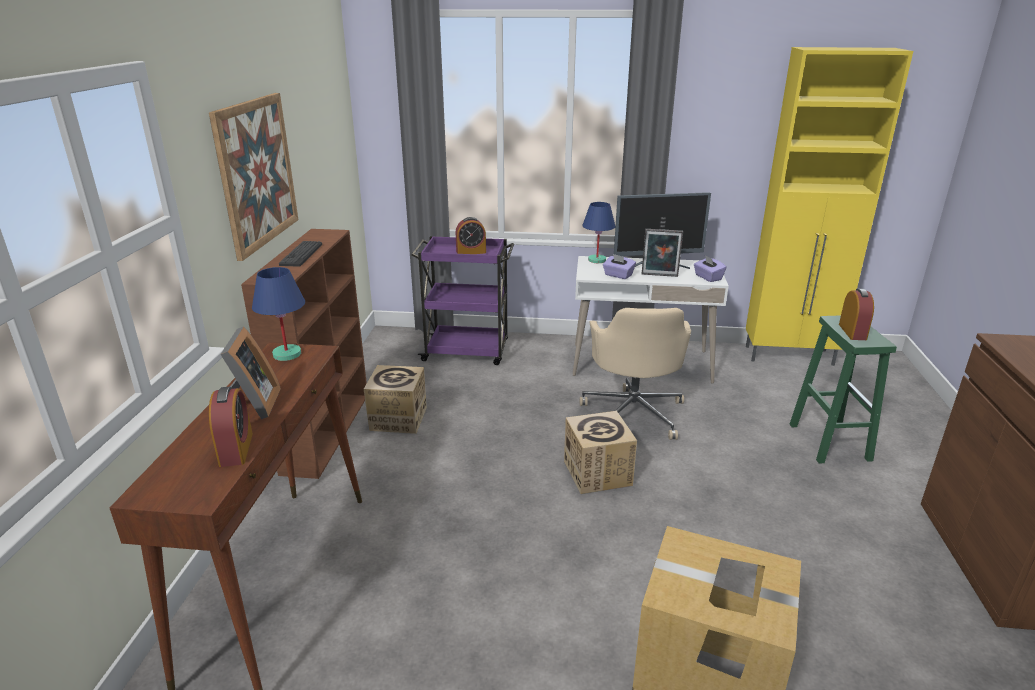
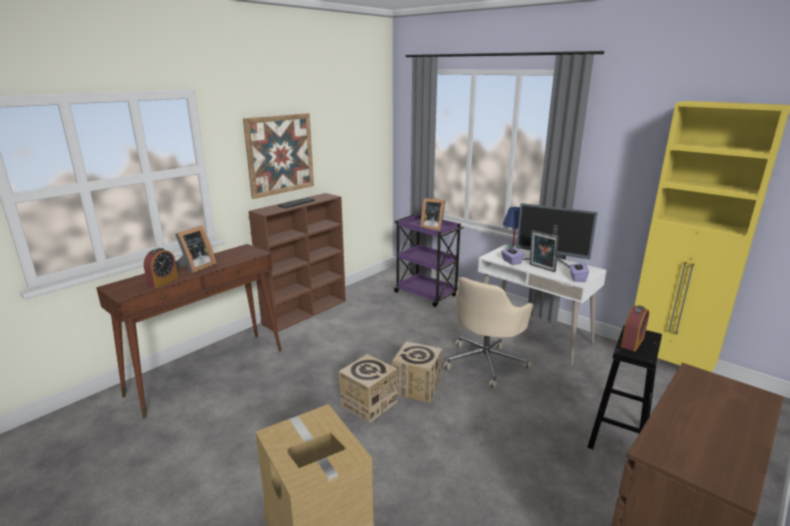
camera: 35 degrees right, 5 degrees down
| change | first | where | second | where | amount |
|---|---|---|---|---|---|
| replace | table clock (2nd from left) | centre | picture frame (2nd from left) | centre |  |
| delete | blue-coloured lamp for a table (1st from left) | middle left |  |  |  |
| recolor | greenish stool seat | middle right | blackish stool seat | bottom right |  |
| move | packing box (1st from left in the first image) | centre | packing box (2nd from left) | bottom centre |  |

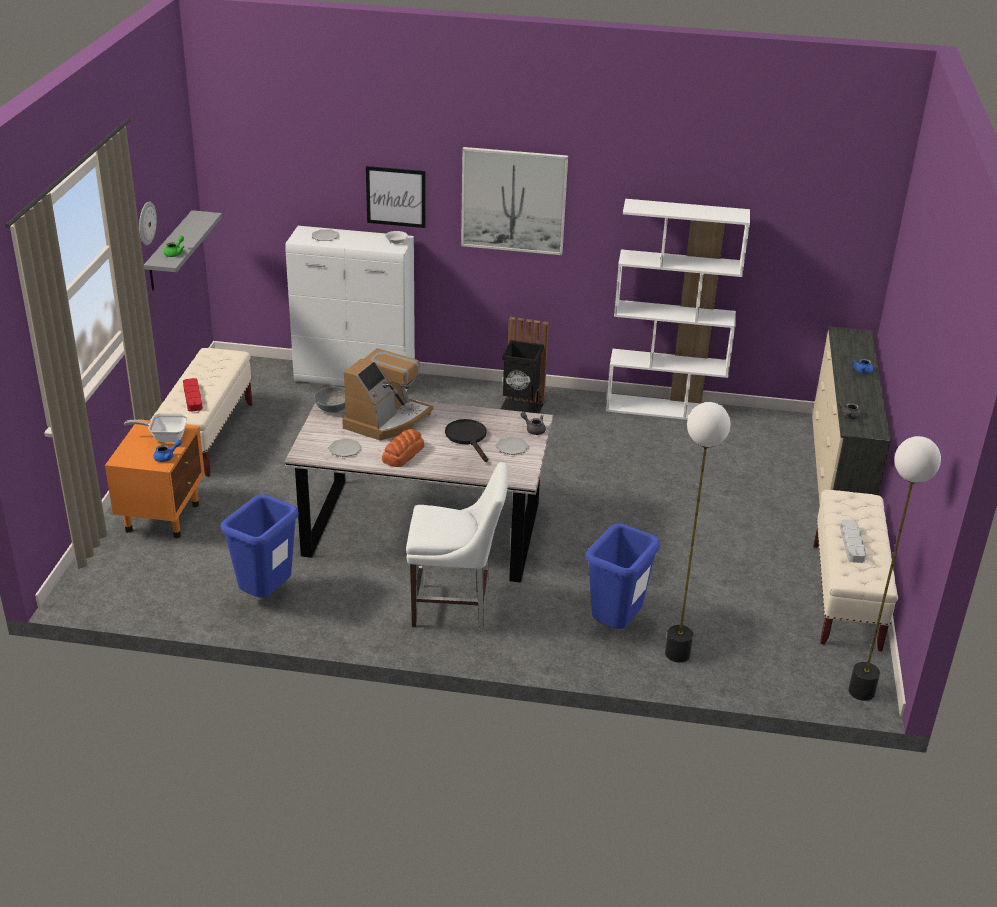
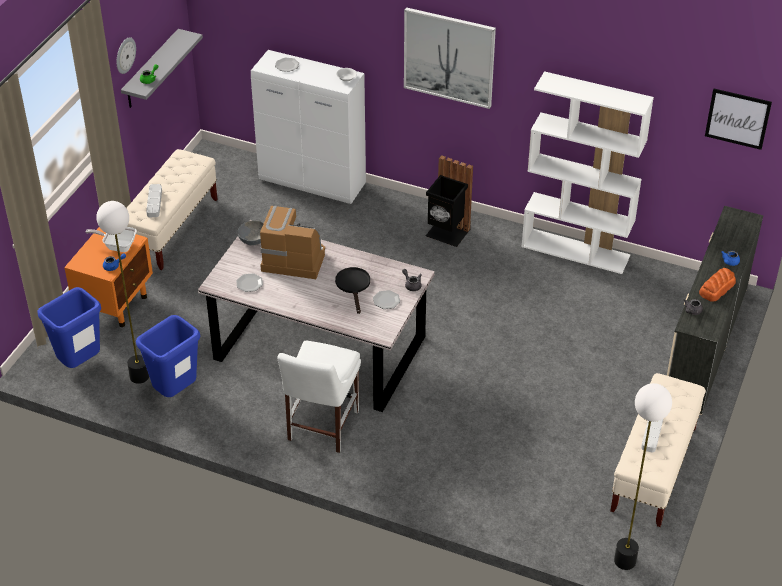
camera: 15 degrees right, 10 degrees up
| change | first | where | second | where | amount |
|---|---|---|---|---|---|
| move | wall art (1st from left in the first image) | top centre | wall art (2nd from left) | top right |  |
| rotate | coffee brewer | centre |  | centre | 120 degrees counterclockwise |
| recolor | red-coloured serving tray | middle left | gray serving tray (1st from left) | middle left |  |
| move | standard lamp (1st from left) | middle right |  | middle left |  |
| move | bread | centre |  | middle right |  |
| rotate | white plain chair | centre |  | bottom centre | 90 degrees clockwise |
| move | blue-coloured trash can (2nd from left in the first image) | centre | blue-coloured trash can (1st from left) | middle left |  |

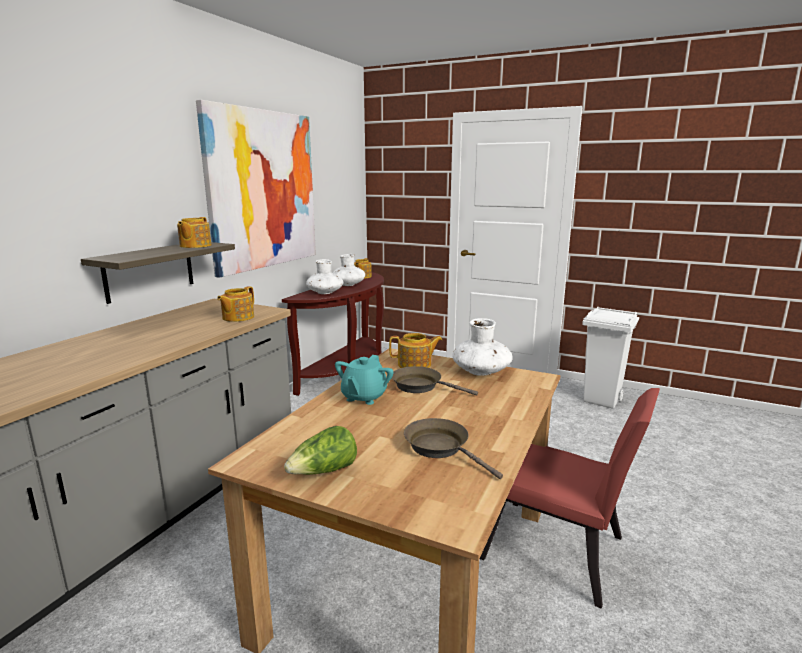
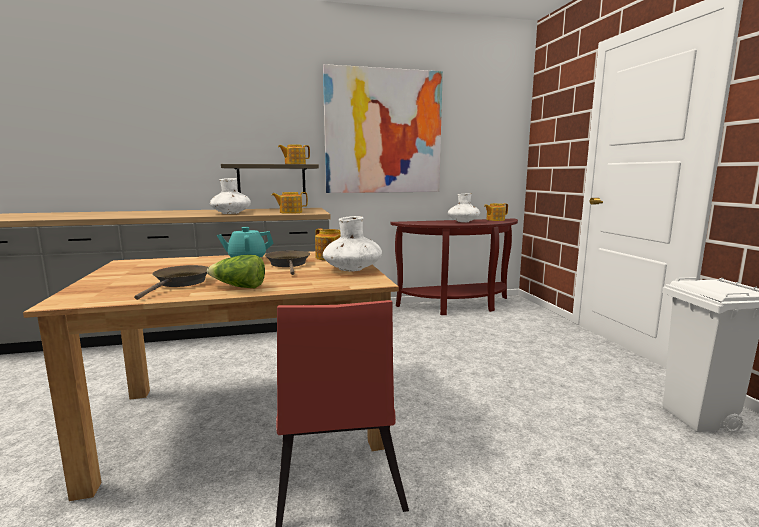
camera: 50 degrees right, 5 degrees down
| change | first | where | second | where | amount |
|---|---|---|---|---|---|
| move | white decorative vase (1st from left) | centre |  | middle left |  |
| move | head of lettuce | bottom centre |  | middle left |  |

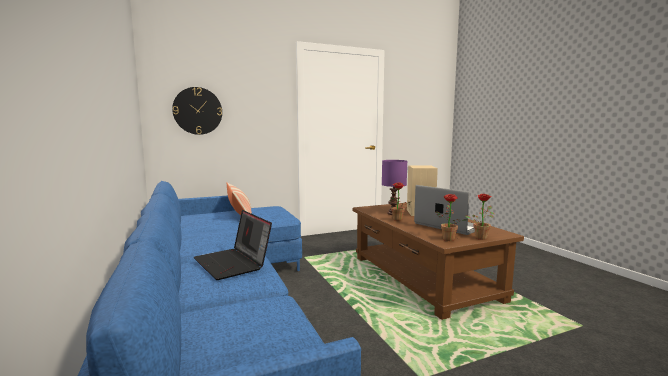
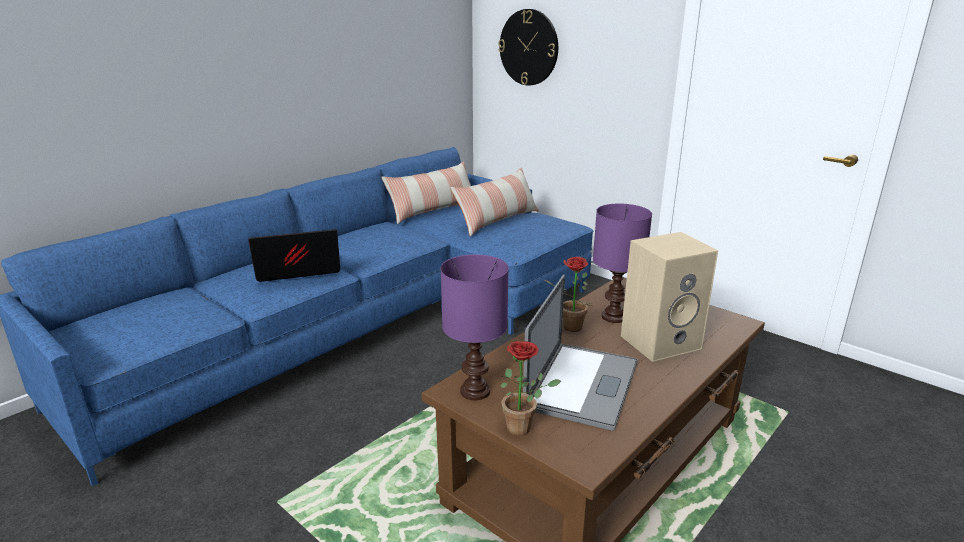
camera: 65 degrees right, 15 degrees up
| change | first | where | second | where | amount |
|---|---|---|---|---|---|
| replace | plant in a pot (2nd from left) | middle right | purple-coloured lamp for a table (1st from left) | centre |  |
| rotate | notebook computer (1st from left) | centre |  | middle left | 45 degrees clockwise |
| insert |  |  | throw pillow (1st from left) | centre |  |

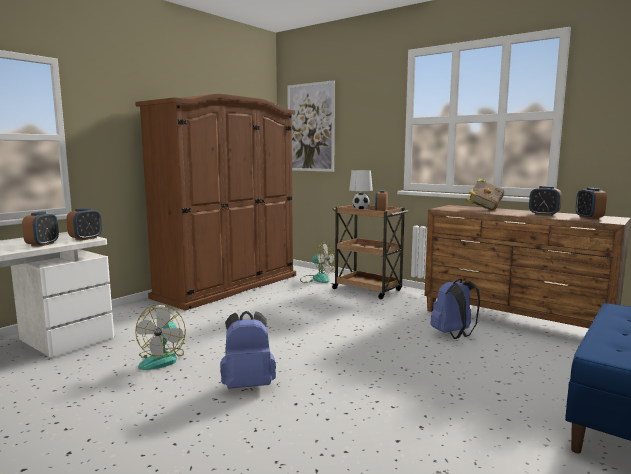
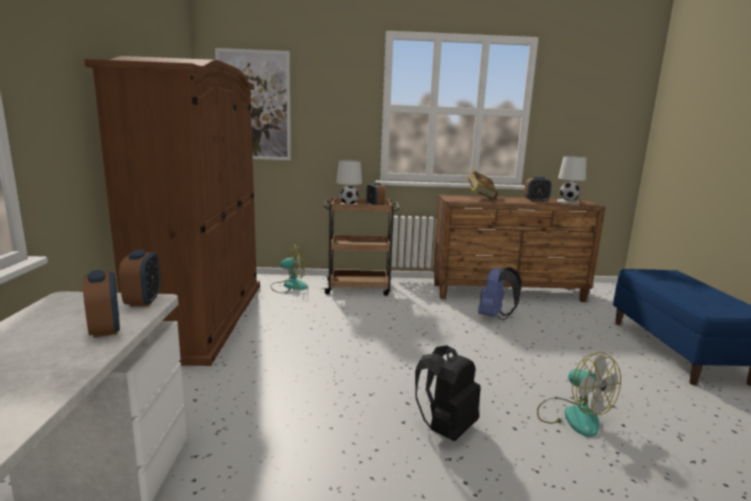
camera: 40 degrees left, 5 degrees up
| change | first | where | second | where | amount |
|---|---|---|---|---|---|
| replace | table clock (5th from left) | middle right | white lamp for a table (2nd from left) | middle right |  |
| move | fan (1st from left in the first image) | bottom left | fan (2nd from left) | bottom right |  |
| recolor | blue-coloured rucksack (1st from left) | bottom centre | blackish rucksack | bottom centre |  |

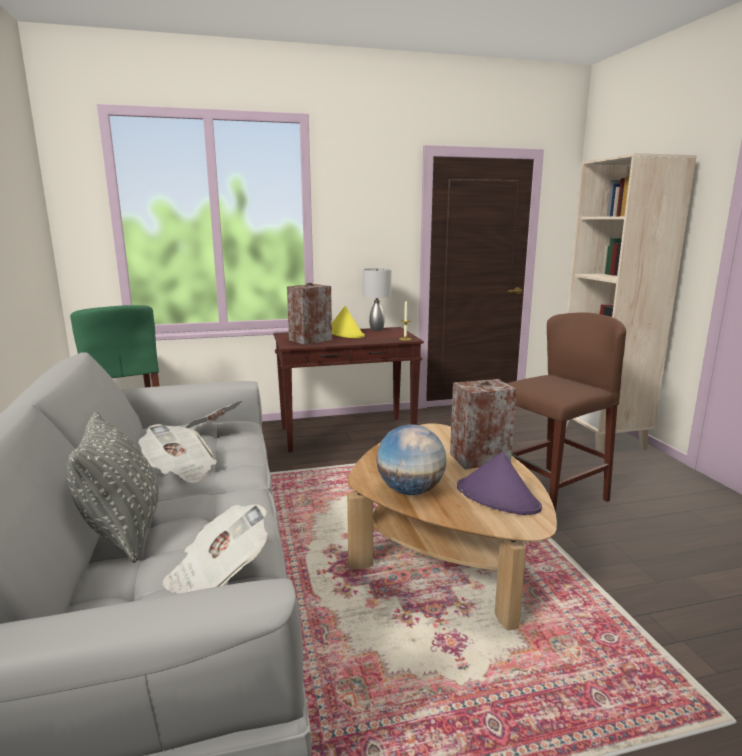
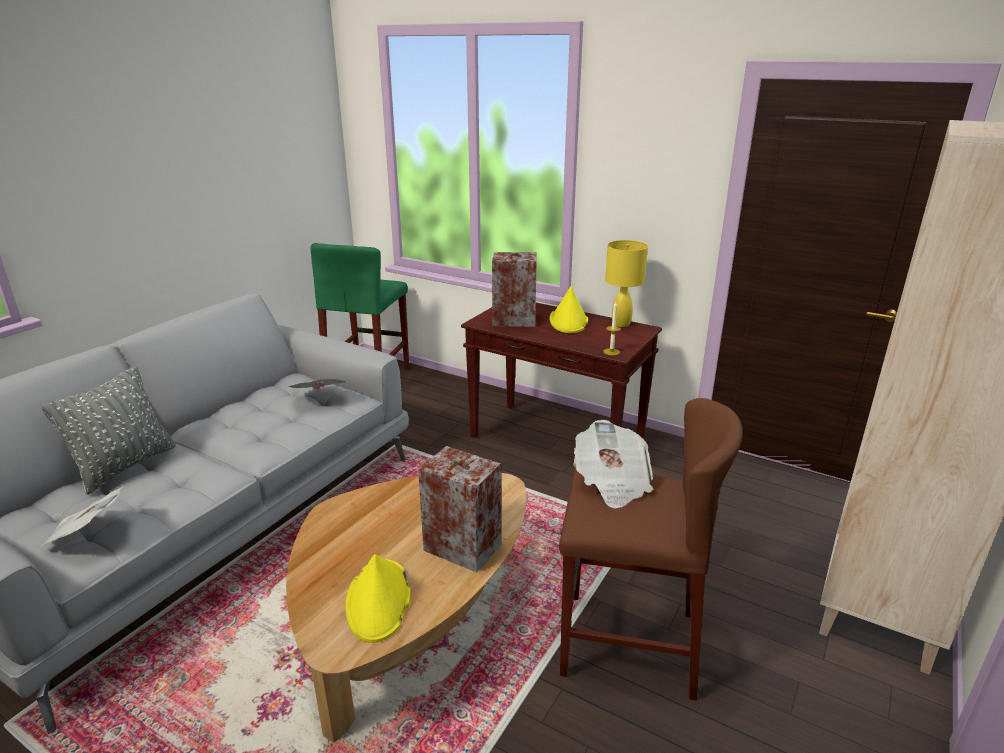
camera: 45 degrees right, 10 degrees up
| change | first | where | second | where | amount |
|---|---|---|---|---|---|
| recolor | gray lamp for a table | centre | yellowish lamp for a table | centre |  |
| move | printed paper (1st from left in the first image) | middle left | printed paper (3rd from left) | centre |  |
| delete | globe | centre |  |  |  |
| recolor | purple-coloured wearable hat | middle right | yellowish wearable hat (1st from left) | bottom centre |  |

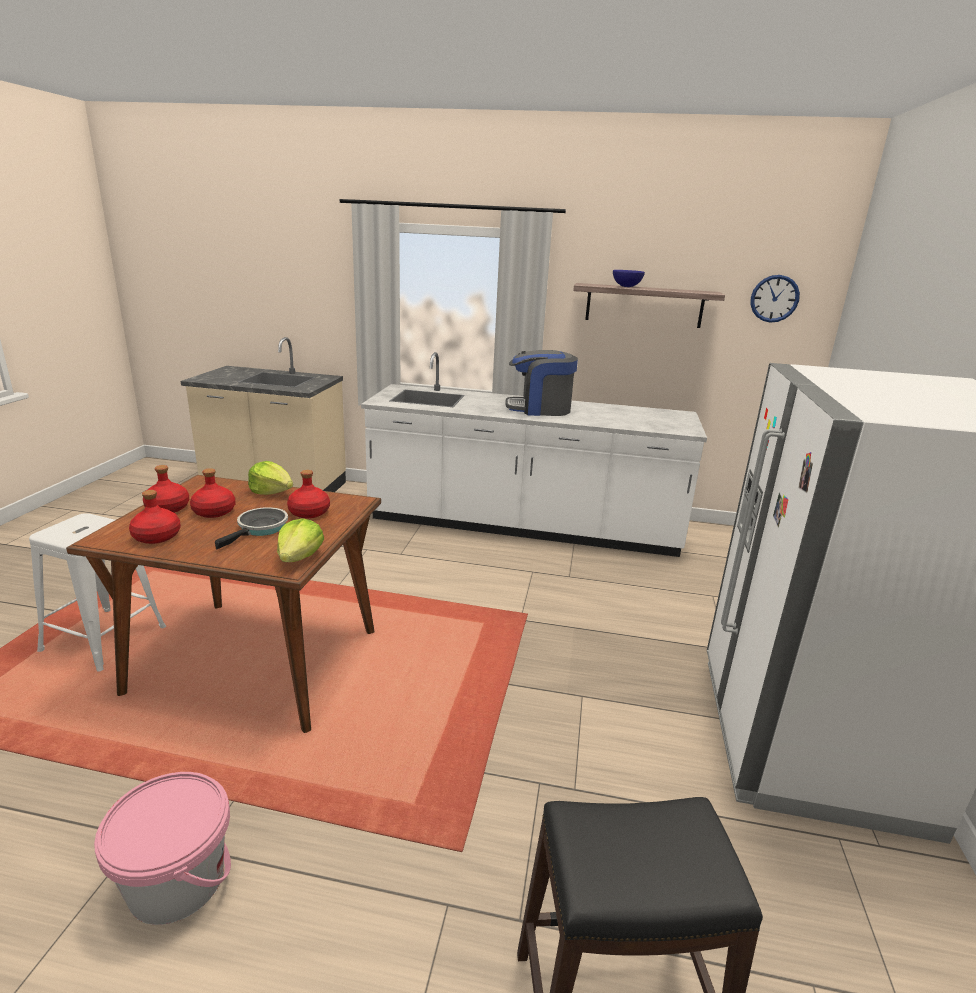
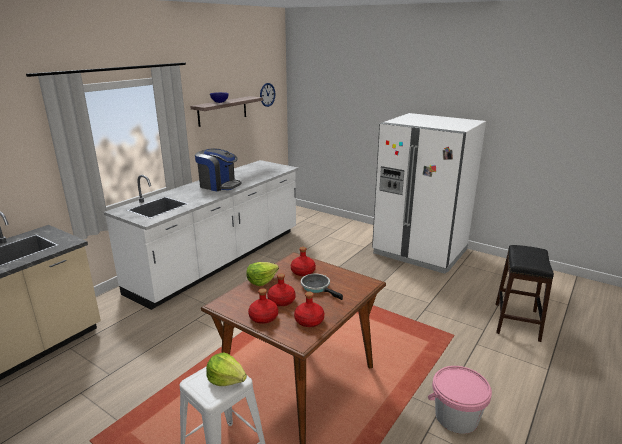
camera: 65 degrees left, 0 degrees up
| change | first | where | second | where | amount |
|---|---|---|---|---|---|
| rotate | coffee brewer | centre |  | centre | 90 degrees counterclockwise |
| move | head of lettuce (2nd from left in the first image) | middle left | head of lettuce (1st from left) | bottom centre |  |

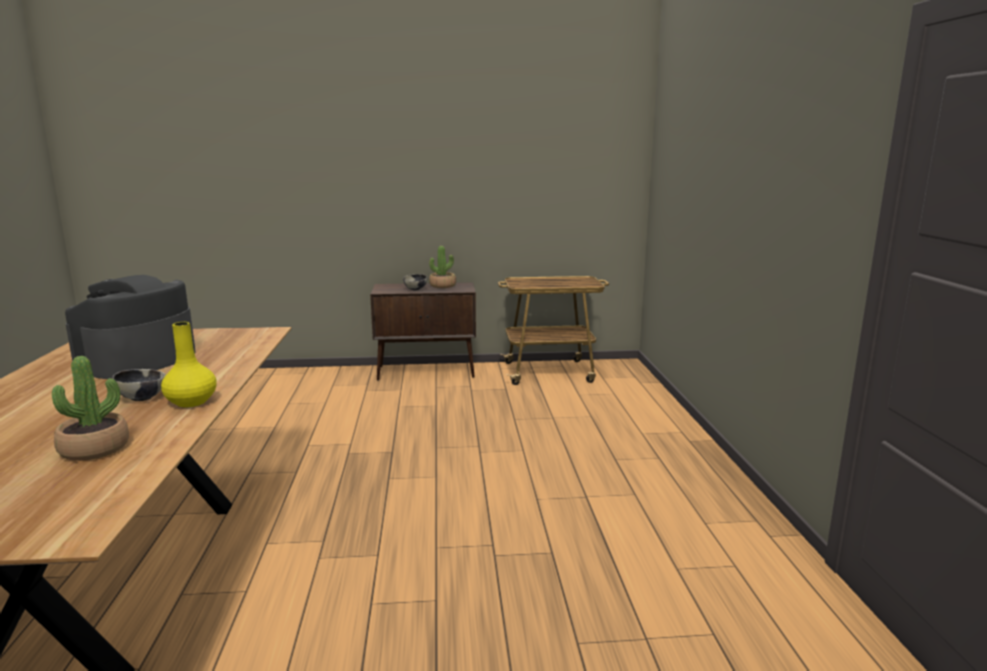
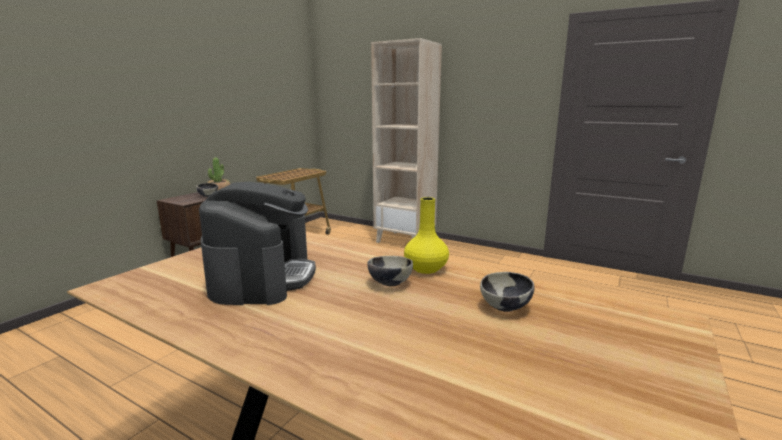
camera: 55 degrees left, 0 degrees up
| change | first | where | second | where | amount |
|---|---|---|---|---|---|
| rotate | coffee brewer | middle left |  | middle left | 150 degrees counterclockwise |
| replace | plant in a pot (1st from left) | middle left | deep dish (3rd from left) | centre |  |
| insert |  |  | sand-coloured bookshelf | top centre |  |

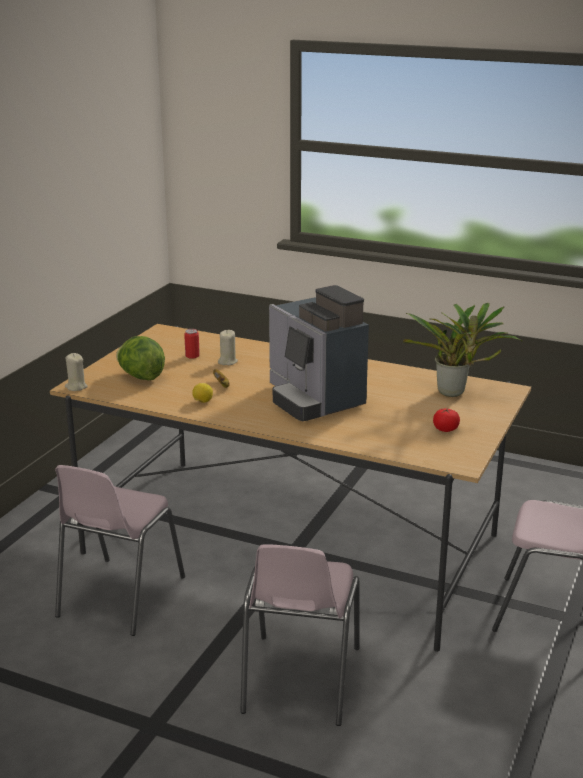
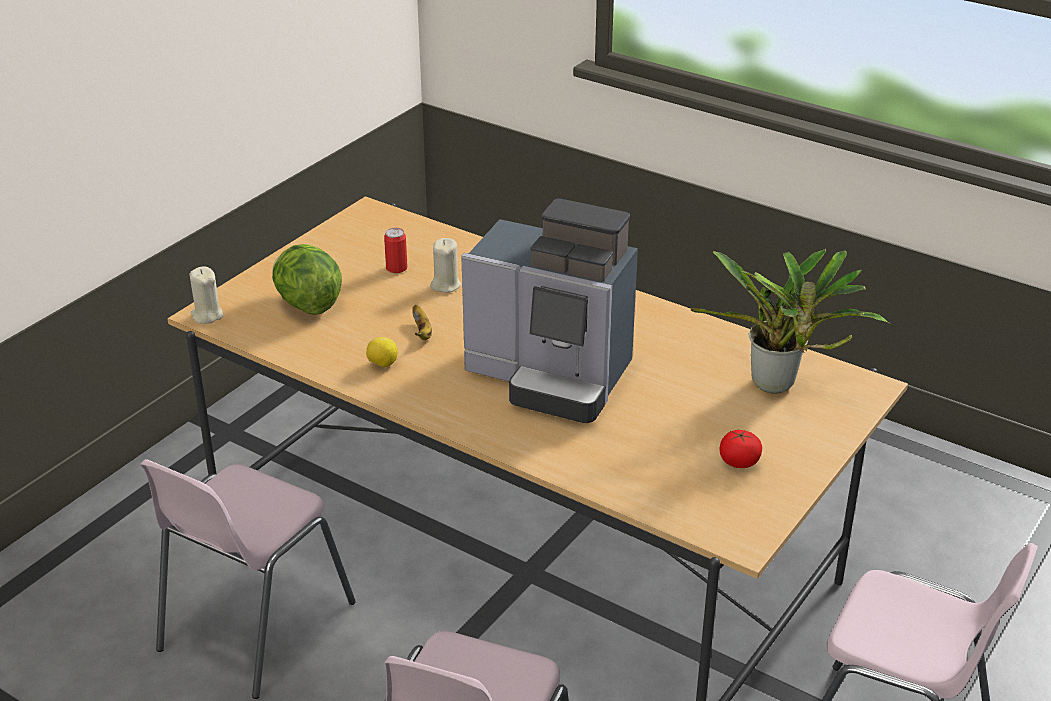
camera: 10 degrees right, 10 degrees up
| change | first | where | second | where | amount |
|---|---|---|---|---|---|
| rotate | coffee brewer | centre |  | centre | 45 degrees counterclockwise |

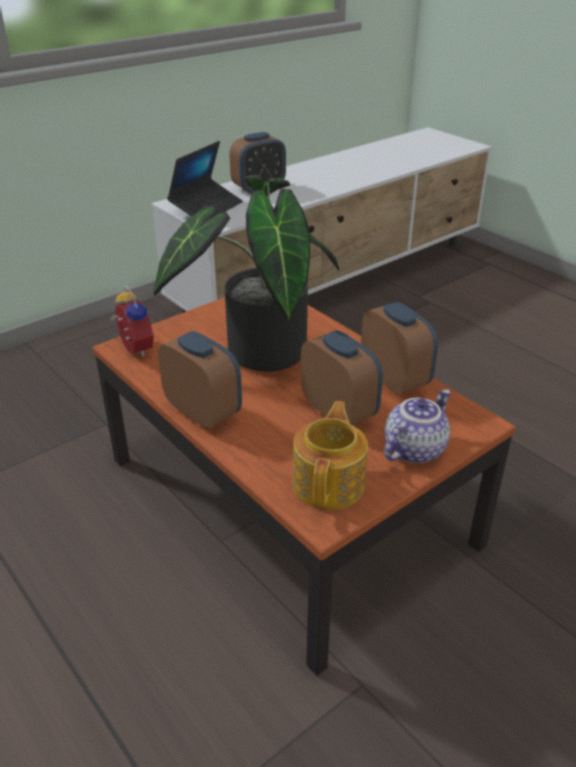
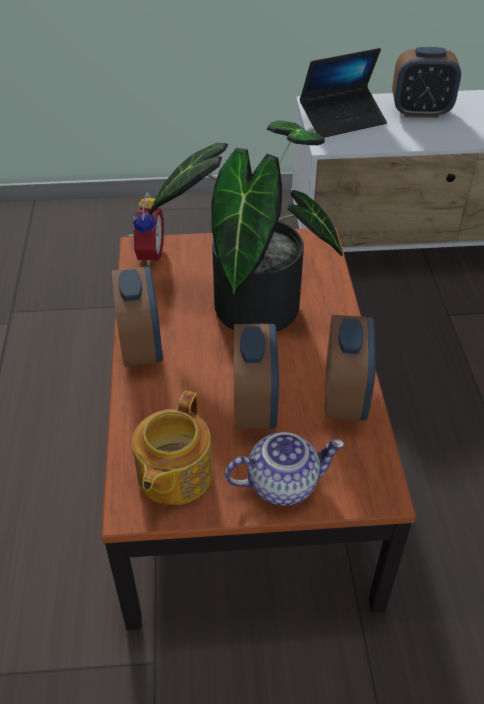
camera: 35 degrees right, 10 degrees up
| change | first | where | second | where | amount |
|---|---|---|---|---|---|
| rotate | teapot (1st from left) | centre |  | centre | 150 degrees clockwise |

